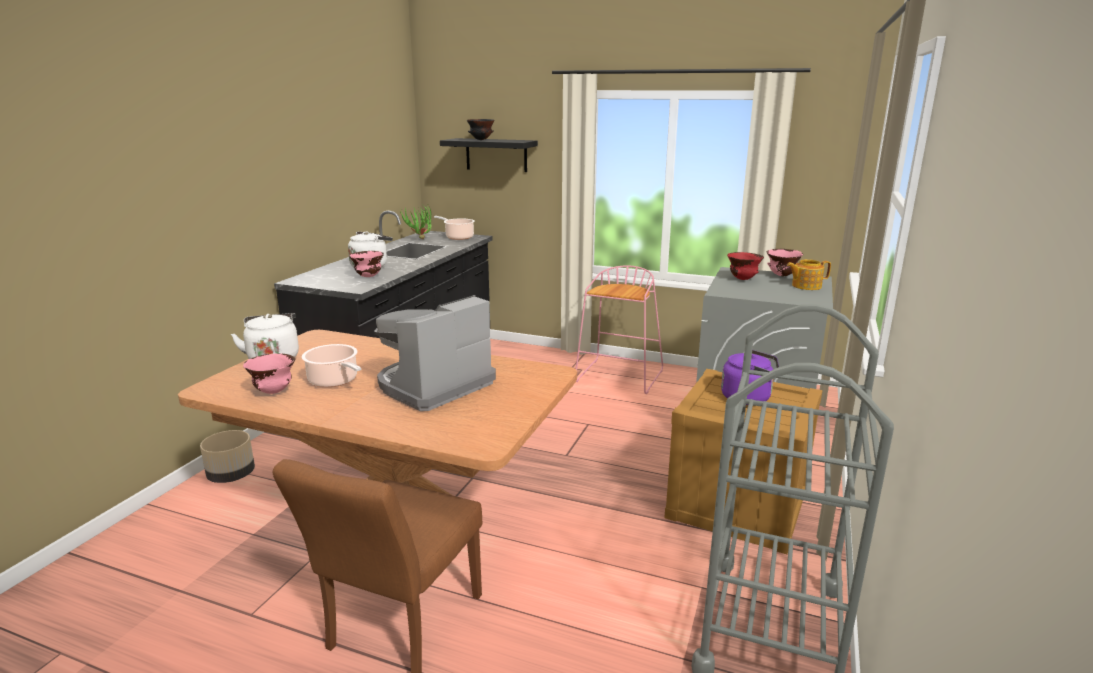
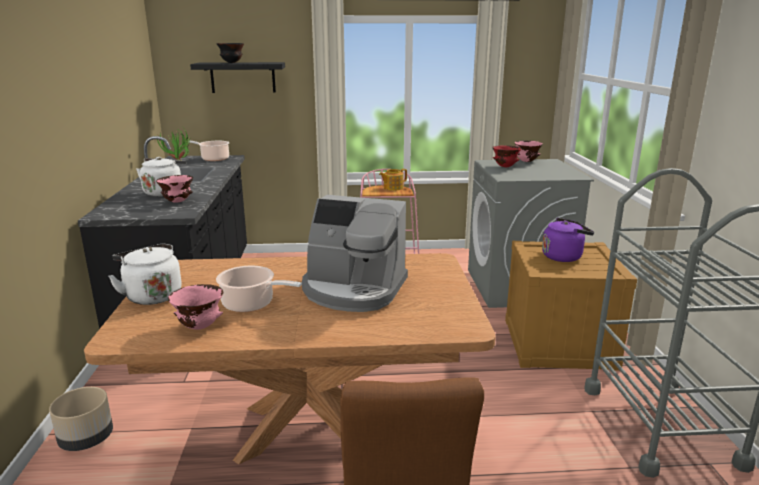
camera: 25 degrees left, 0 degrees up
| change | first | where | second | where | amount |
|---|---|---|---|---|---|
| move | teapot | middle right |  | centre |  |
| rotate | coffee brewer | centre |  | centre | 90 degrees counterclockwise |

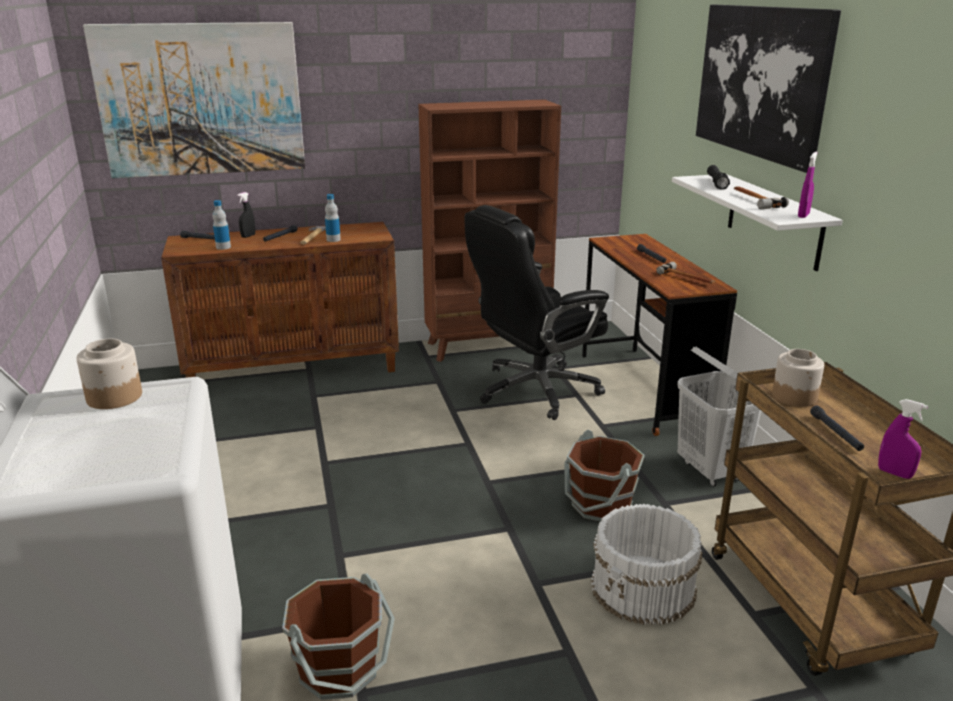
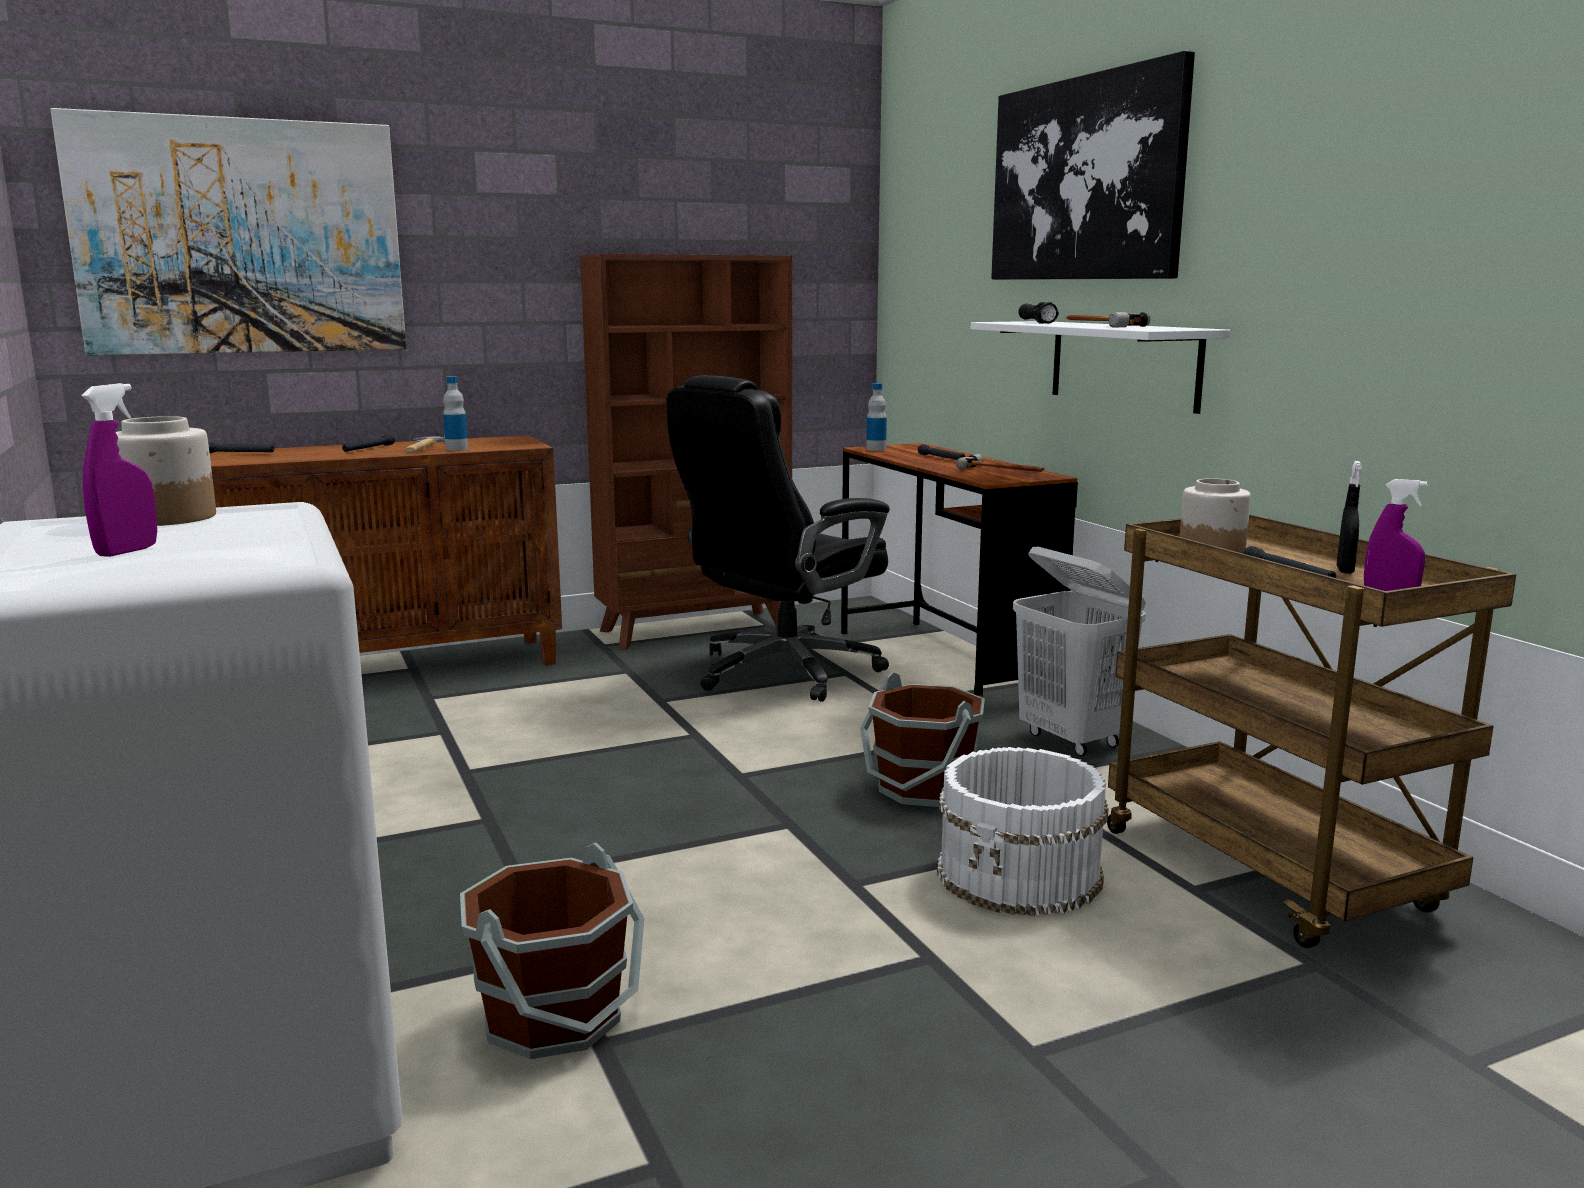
camera: 10 degrees left, 10 degrees down
| change | first | where | second | where | amount |
|---|---|---|---|---|---|
| move | purple-coloured spray bottle (1st from left) | top right |  | middle left |  |
| move | blackish spray bottle | top left |  | middle right |  |
| move | drink bottle (1st from left in the first image) | top left | drink bottle (2nd from left) | centre |  |

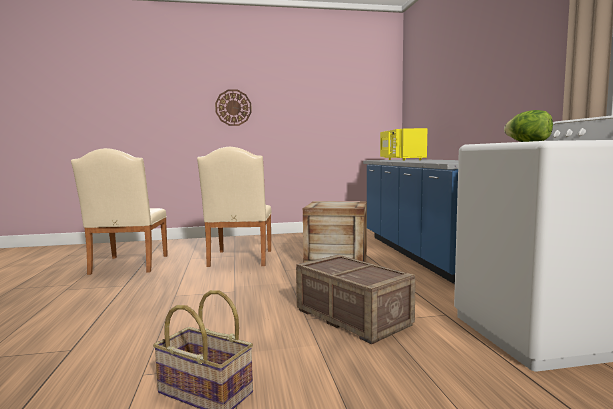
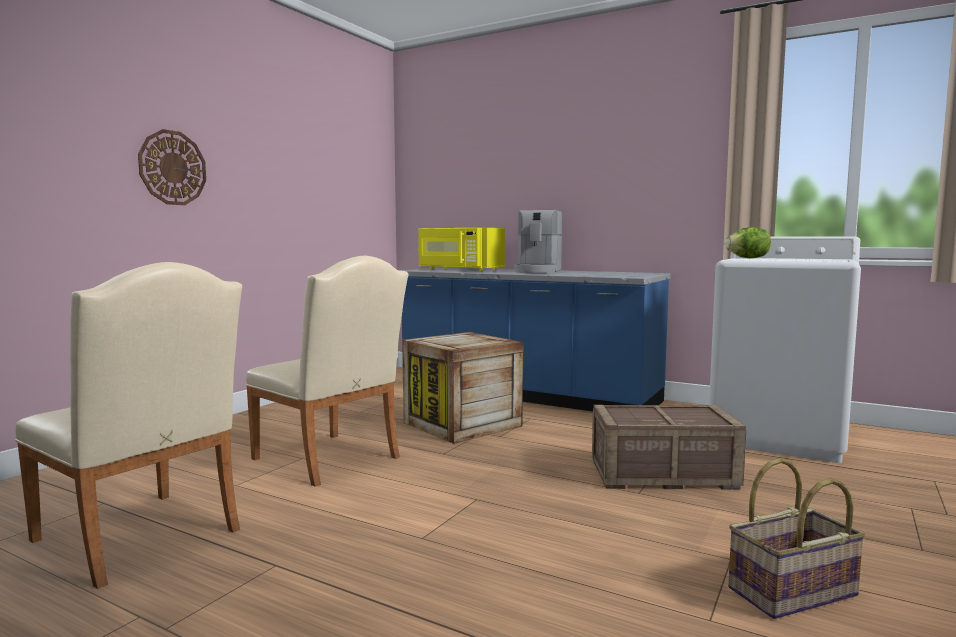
camera: 50 degrees left, 0 degrees up
| change | first | where | second | where | amount |
|---|---|---|---|---|---|
| insert |  |  | coffee brewer | centre |  |

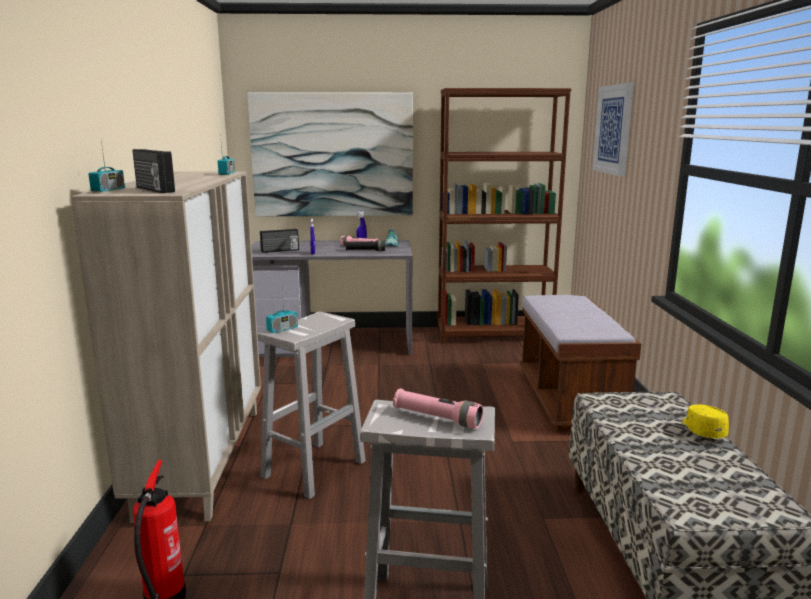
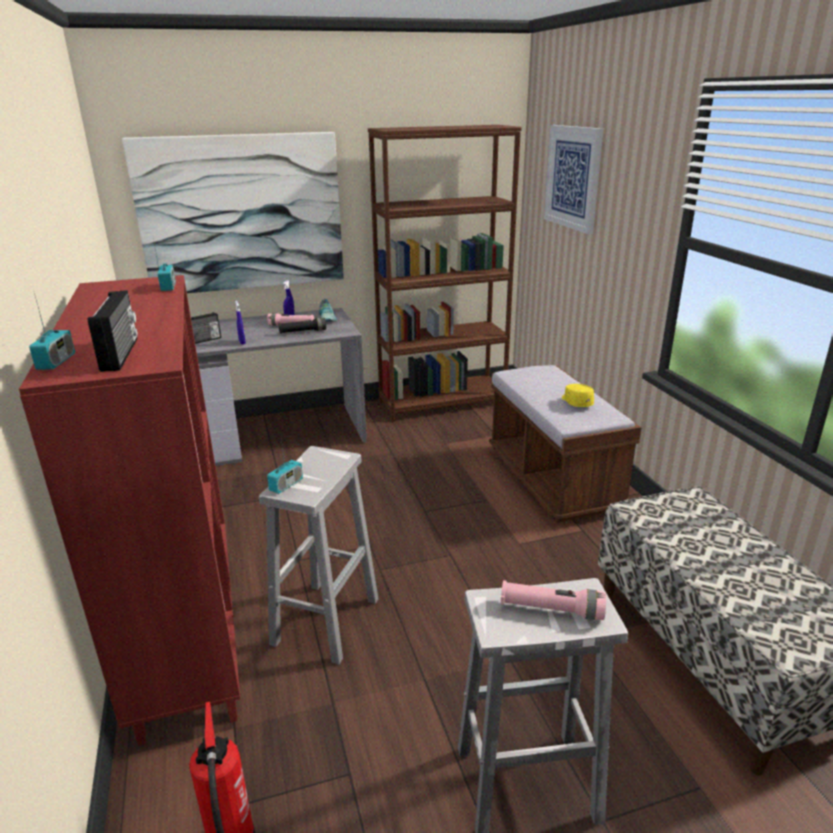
camera: 15 degrees left, 10 degrees up
| change | first | where | second | where | amount |
|---|---|---|---|---|---|
| rotate | radio receiver (2nd from left) | top left |  | middle left | 135 degrees counterclockwise |
| recolor | sand-coloured storage cabinet | middle left | red-coloured storage cabinet | middle left |  |
| move | yellowish baseball cap | bottom right |  | middle right |  |

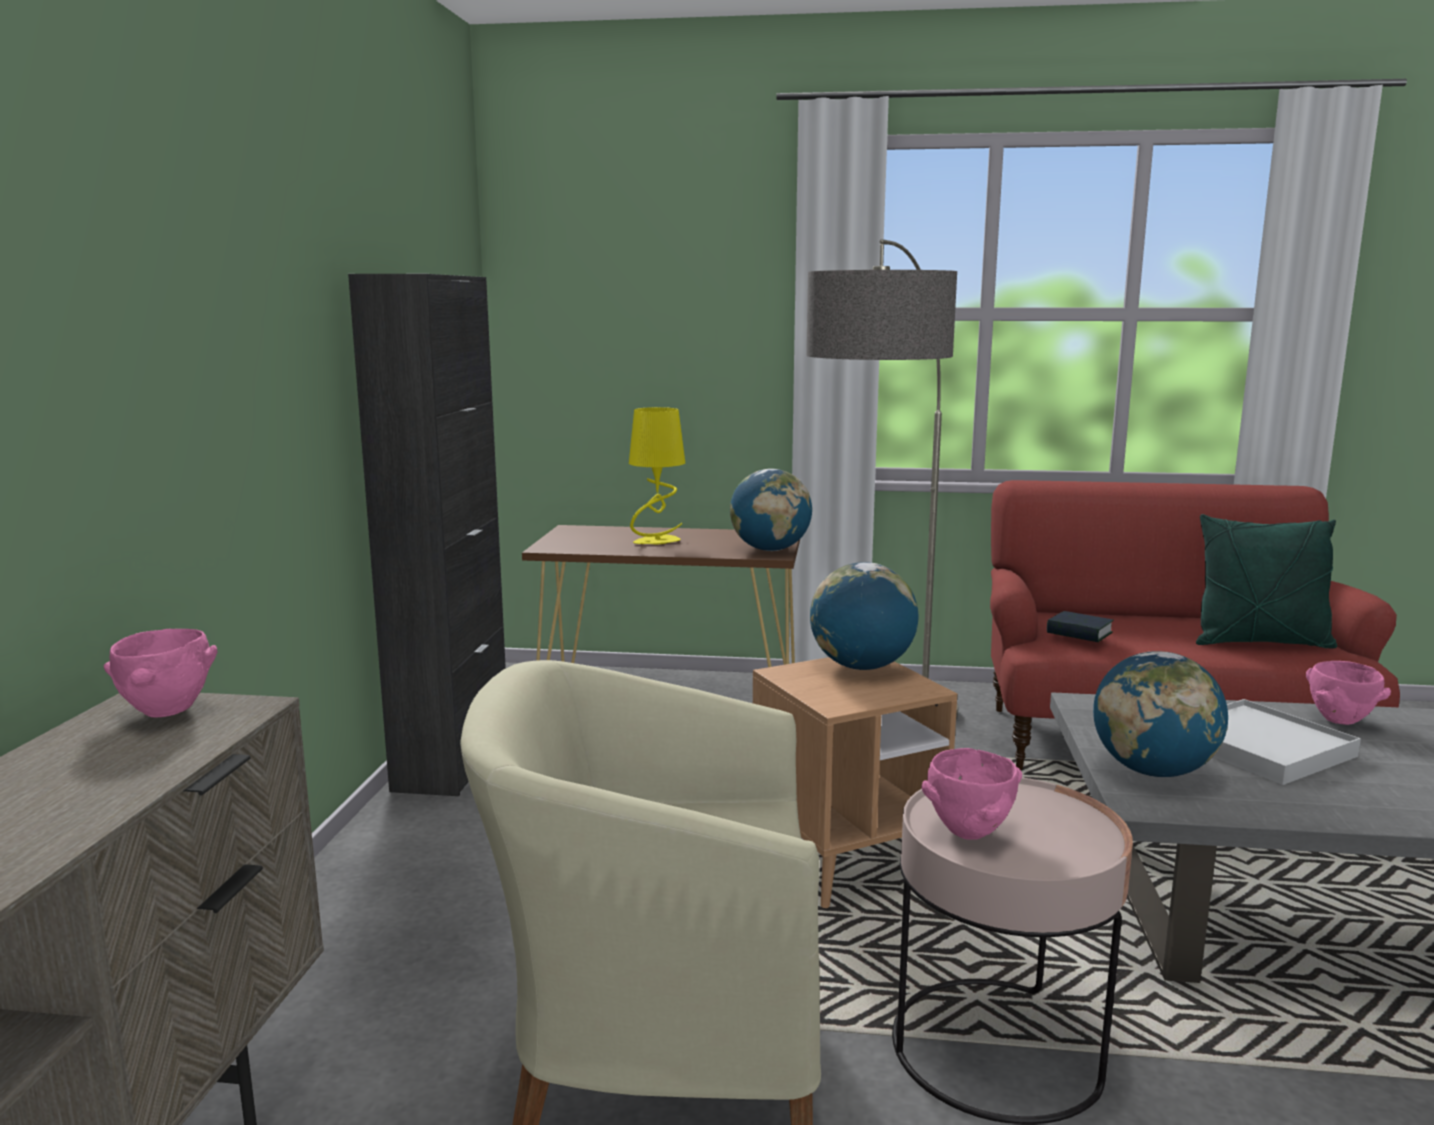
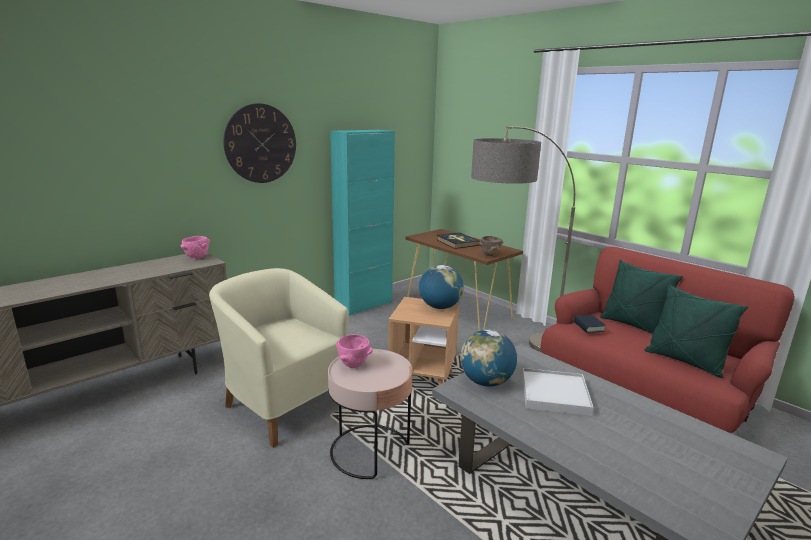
camera: 40 degrees right, 5 degrees up
| change | first | where | second | where | amount |
|---|---|---|---|---|---|
| recolor | blackish storage cabinet | middle left | blue-green storage cabinet | centre |  |
| replace | yellowish lamp for a table | centre | bound book (1st from left) | centre |  |
| replace | globe (1st from left) | centre | brown-coloured deep dish | centre |  |
| delete | pinkish deep dish (3rd from left) | middle right |  |  |  |
| insert |  |  | wall clock | top left |  |
| insert |  |  | greenish throw pillow (1st from left) | middle right |  |

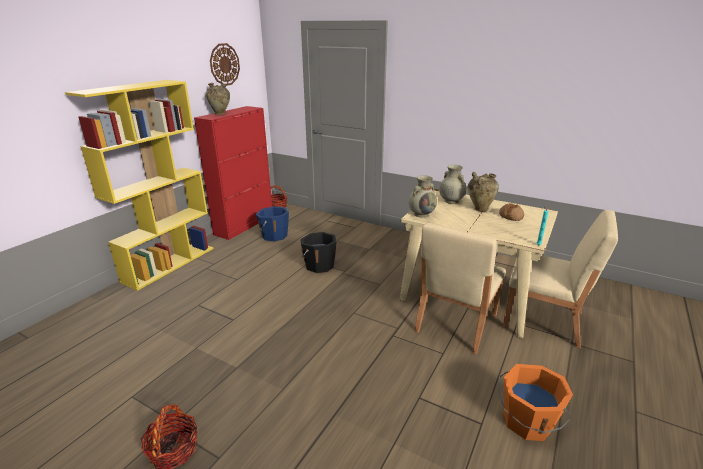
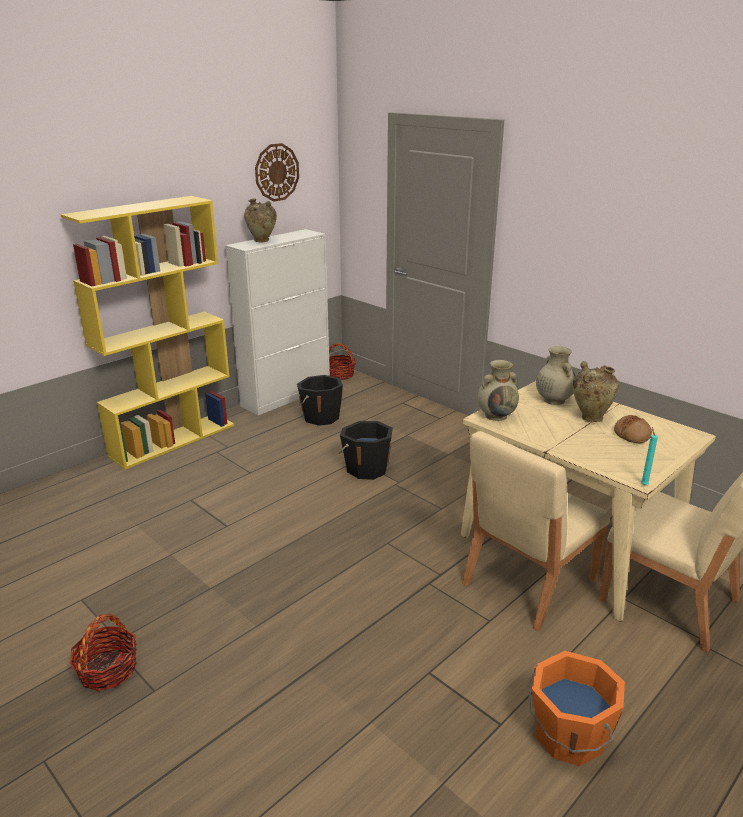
camera: 15 degrees right, 0 degrees up
| change | first | where | second | where | amount |
|---|---|---|---|---|---|
| recolor | red-coloured storage cabinet | middle left | white storage cabinet | centre |  |
| recolor | blue-coloured pail | centre | blackish pail (1st from left) | centre |  |

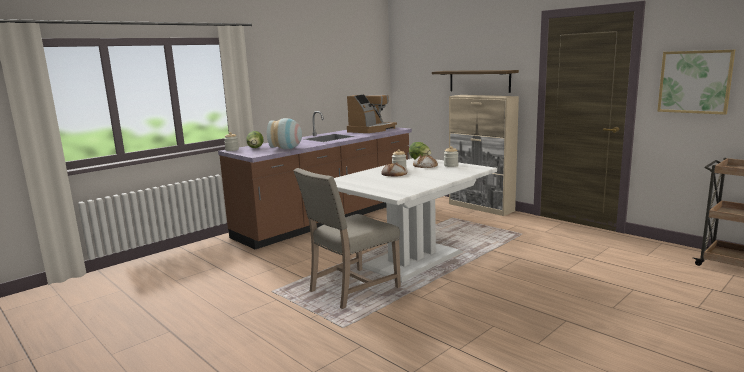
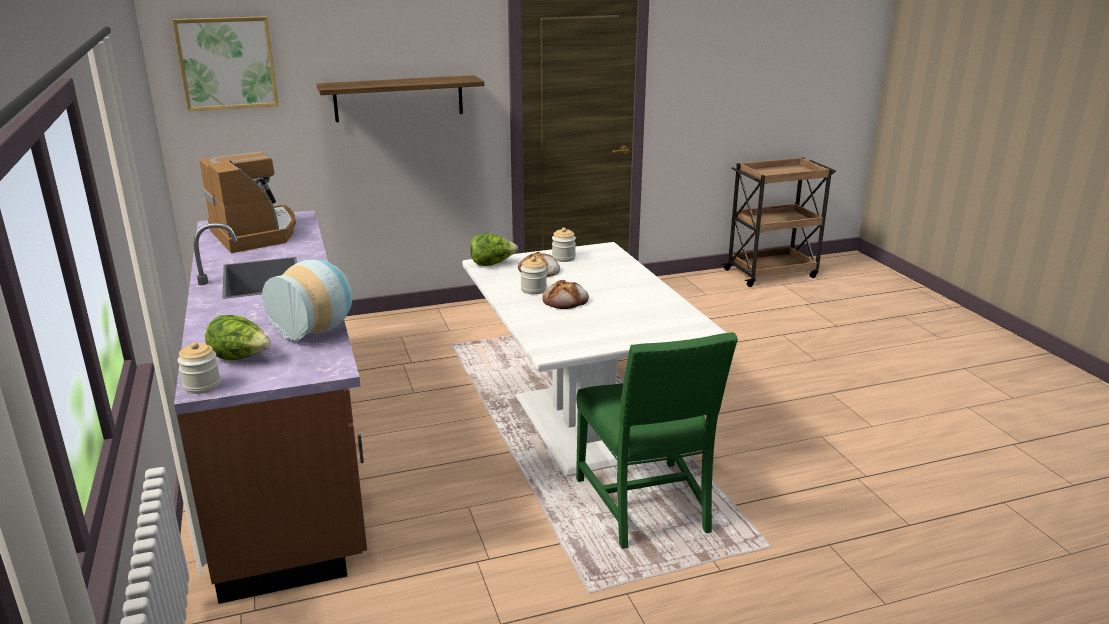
camera: 65 degrees left, 10 degrees up
| change | first | where | second | where | amount |
|---|---|---|---|---|---|
| move | wall art | top right |  | top left |  |
| delete | sand-coloured storage cabinet | centre |  |  |  |
| recolor | sand-coloured plain chair | centre | greenish plain chair | bottom centre |  |

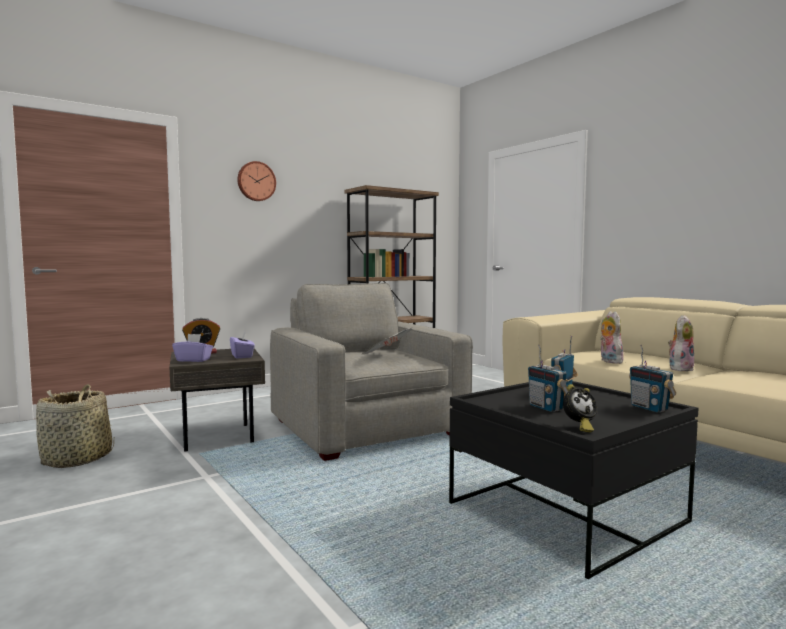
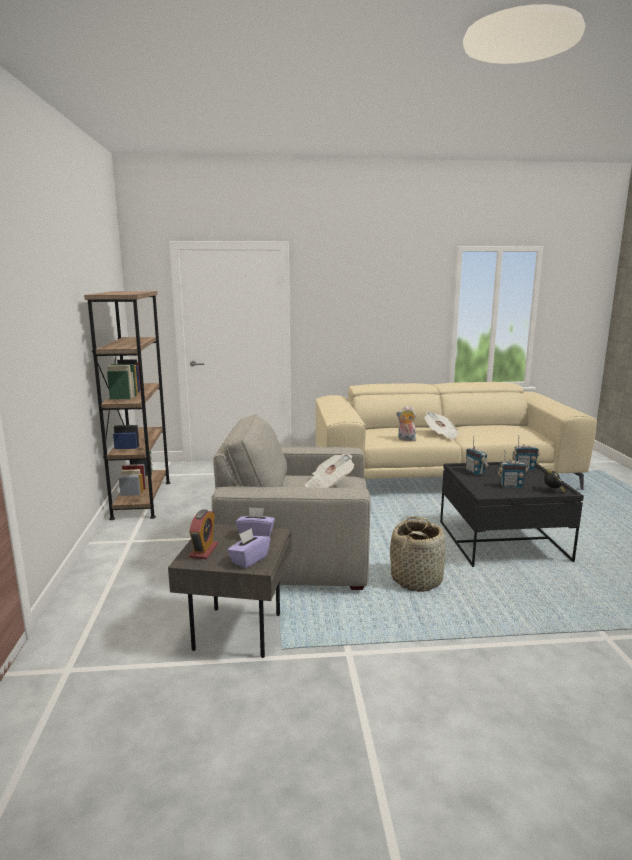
camera: 60 degrees left, 10 degrees up
| change | first | where | second | where | amount |
|---|---|---|---|---|---|
| delete | wall clock | top left |  |  |  |
| replace | soft toy (2nd from left) | middle right | printed paper (2nd from left) | middle right |  |
| move | storage basket | bottom left |  | centre |  |

